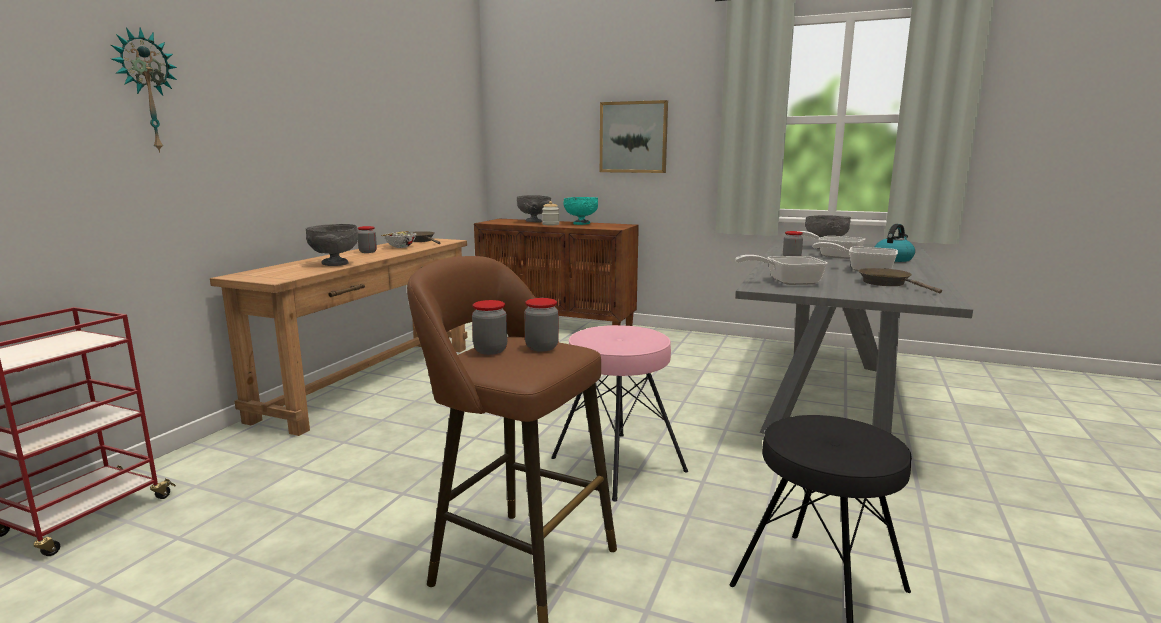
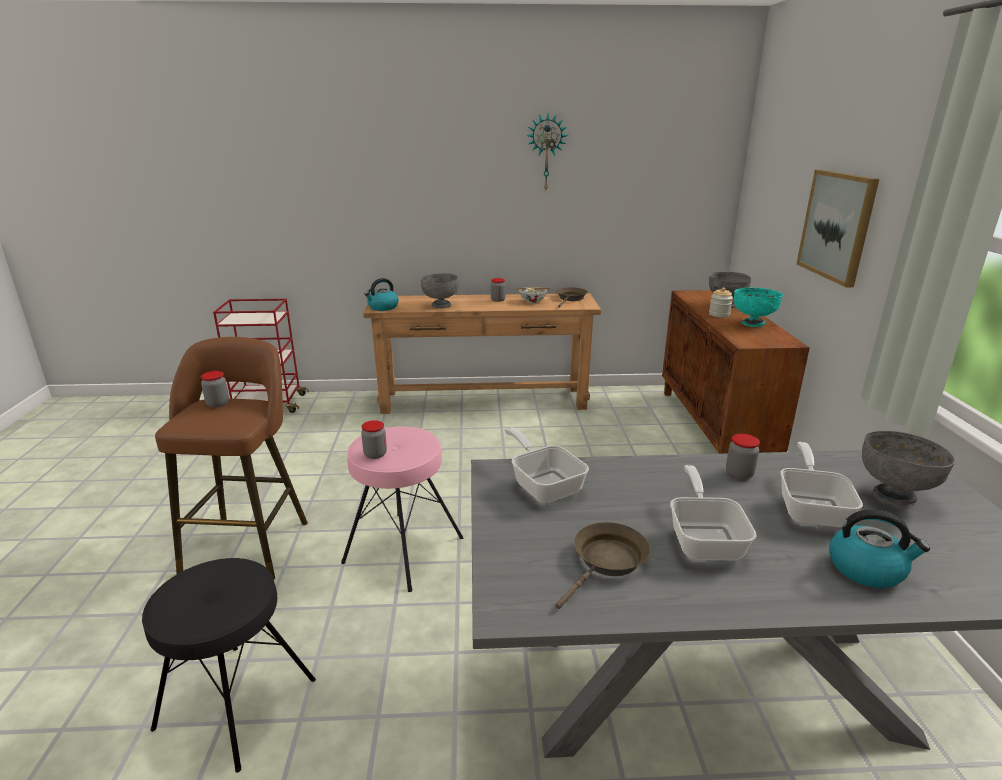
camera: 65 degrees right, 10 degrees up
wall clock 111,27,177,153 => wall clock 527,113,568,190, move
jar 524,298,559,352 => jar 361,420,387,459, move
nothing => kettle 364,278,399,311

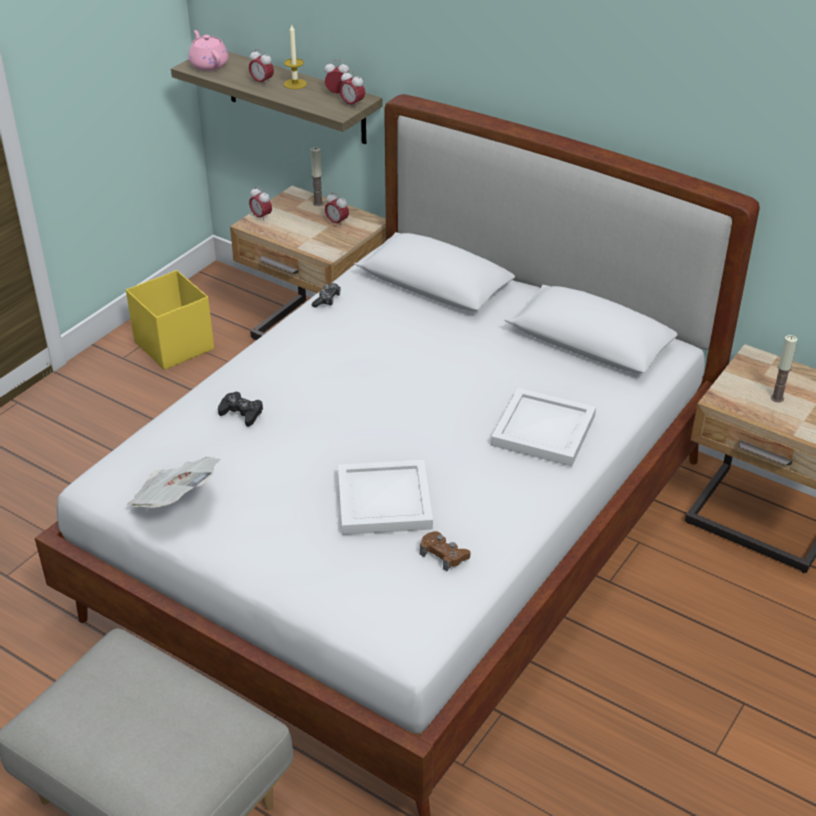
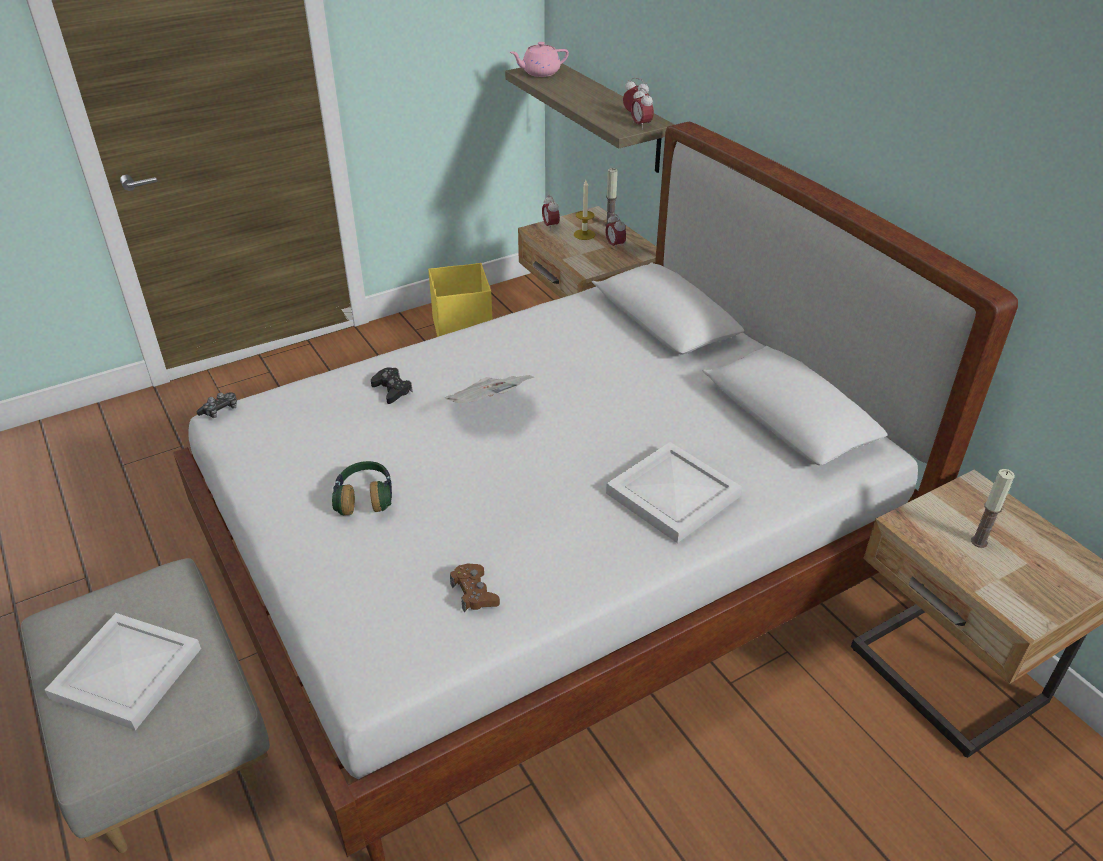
camera: 25 degrees right, 0 degrees up
newspaper 126,457,221,508 => newspaper 444,375,534,403, move
teapot (pink) 189,30,229,71 => teapot (pink) 510,42,569,77, 105 degrees counterclockwise
alarm clock 249,49,274,86 => nothing
candle 284,25,307,89 => candle 574,180,595,240, move
game controller 312,283,341,308 => game controller 197,392,237,418, move
tray (white) 338,460,433,535 => tray (white) 45,613,201,731, move
nothing => headphones 332,461,392,515

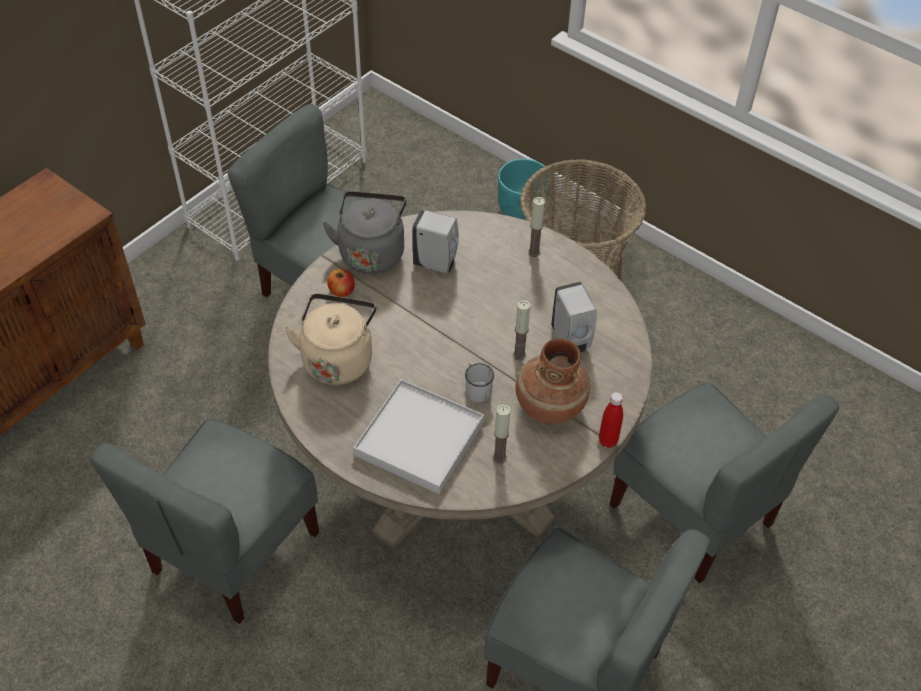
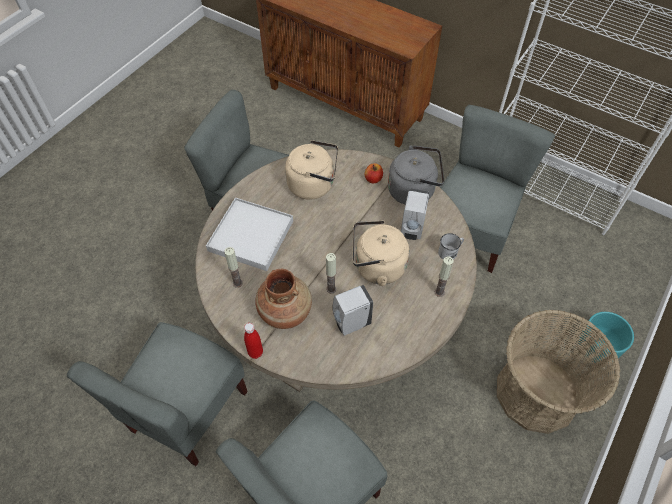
camera: 85 degrees right, 5 degrees up
mug (white) 465,362,494,402 => mug (white) 438,233,464,260, move
nothing => kettle (beige) 352,220,409,286

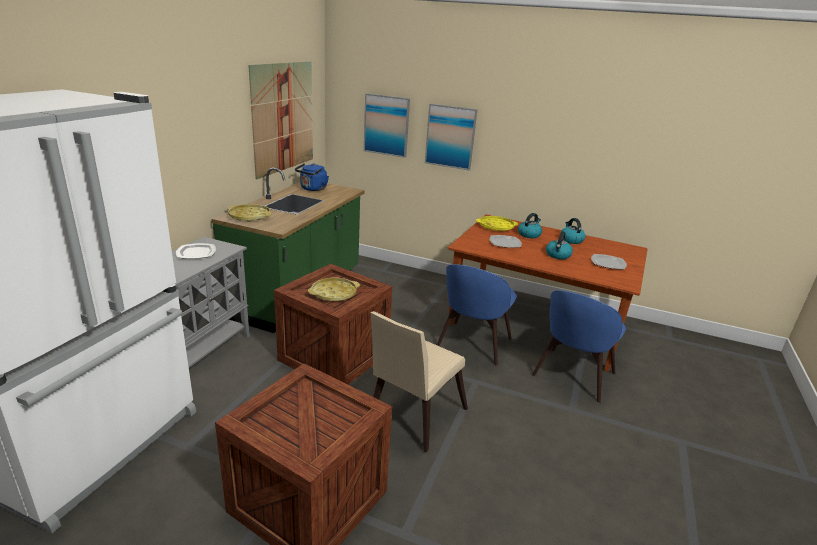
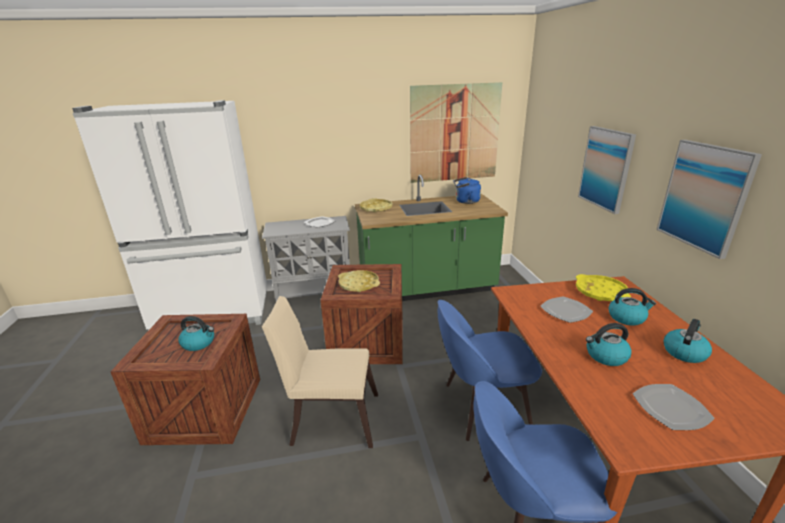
camera: 60 degrees right, 0 degrees up
picture 364,93,410,158 => picture 656,140,762,259, move
nothing => kettle 178,316,214,351

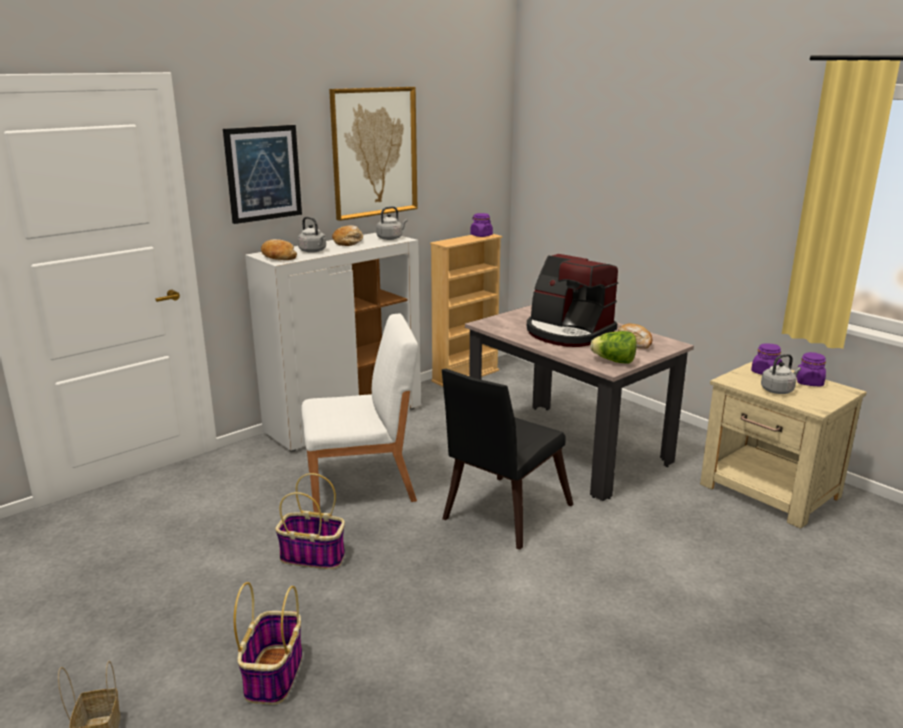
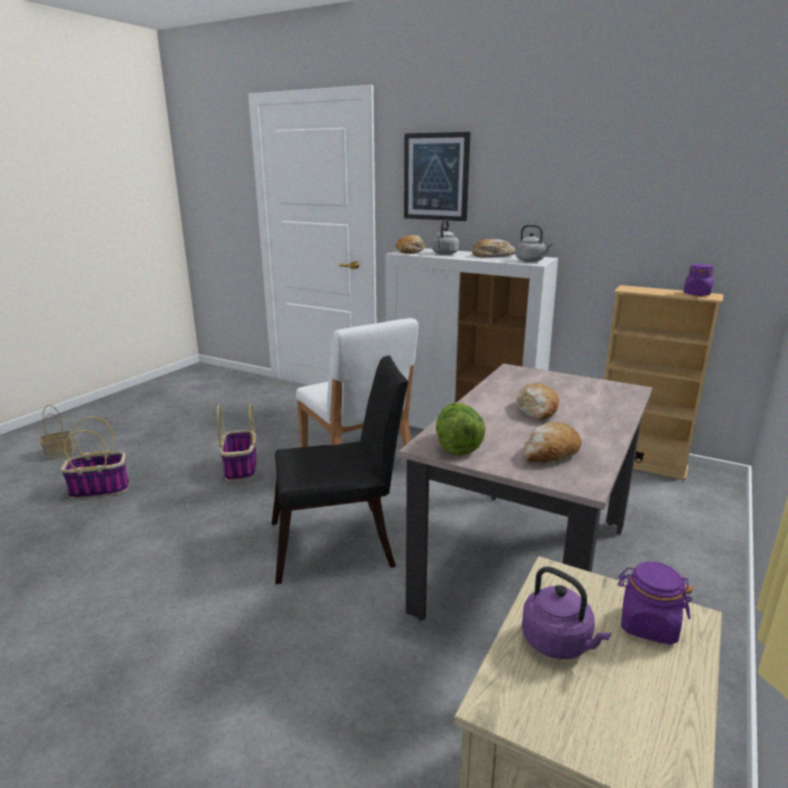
camera: 70 degrees right, 0 degrees up
picture 329,87,417,221 => nothing
chair (black) 442,369,574,550 => chair (black) 272,355,408,584, 150 degrees clockwise
coffee machine 527,254,618,347 => bread 516,384,559,420
kettle (grey) 761,354,801,394 => kettle (purple) 522,566,611,659
jar (purple) 796,352,826,386 => nothing

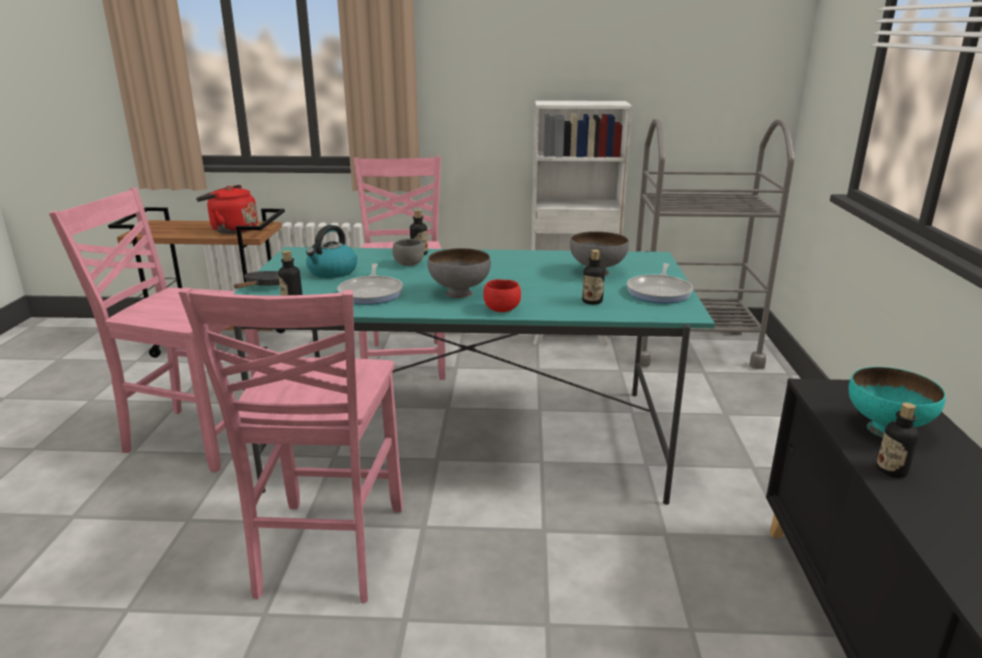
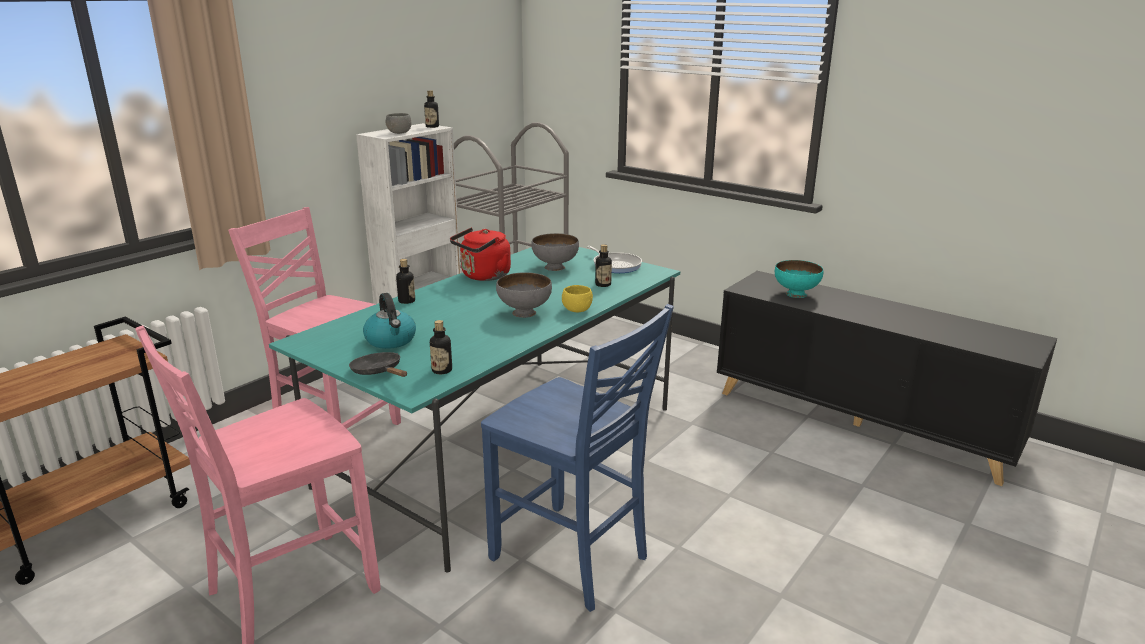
camera: 55 degrees left, 0 degrees up
chair (pink) 179,288,403,603 => chair (blue) 481,304,674,612
kettle (red) 196,185,258,234 => kettle (red) 450,227,511,281, move
frying pan 337,263,403,305 => nothing
bowl (grey) 392,239,424,266 => bowl (grey) 386,113,411,134, move
bowl (red) 483,279,521,312 => bowl (yellow) 562,285,593,312
bottle 876,402,919,478 => bottle 424,90,439,128, move

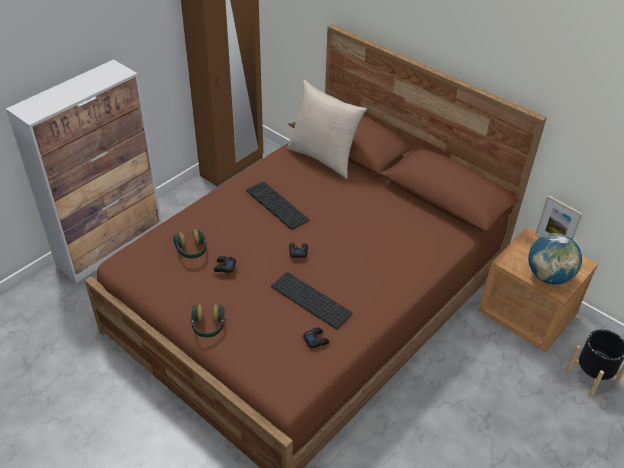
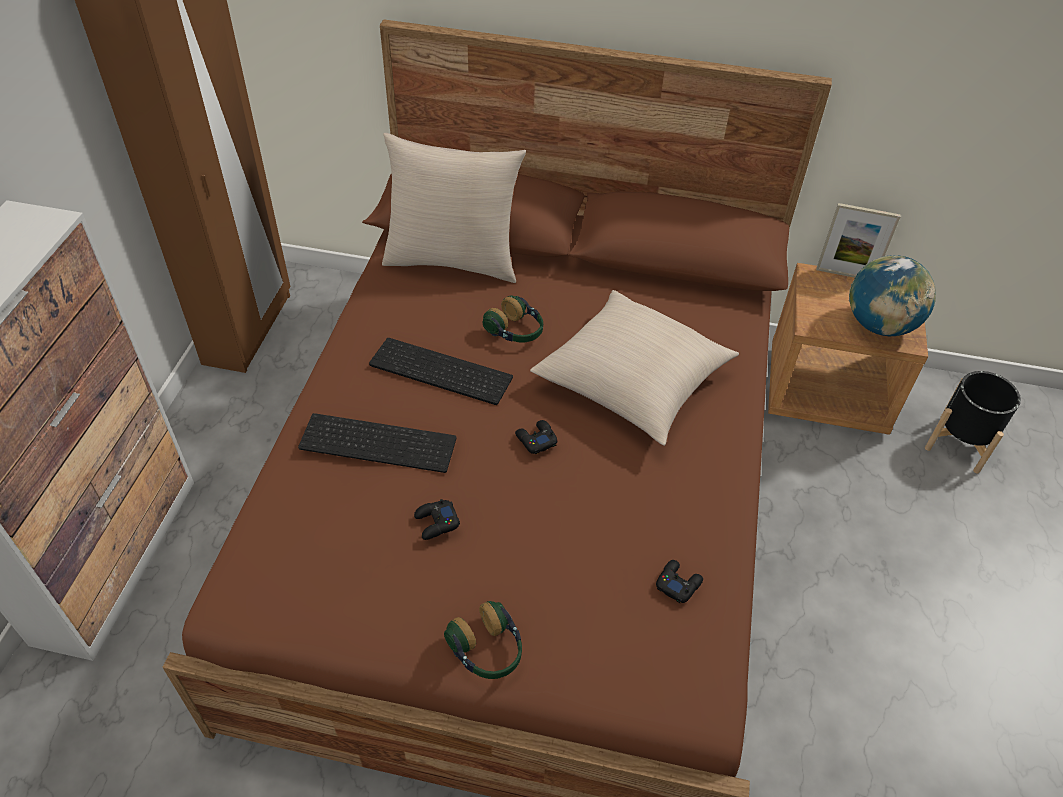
camera: 30 degrees left, 5 degrees up
headphones 173,229,206,259 => headphones 483,296,543,342, move
keyboard 271,272,353,329 => keyboard 298,413,457,473, move
nothing => pillow (beige) 530,290,739,446

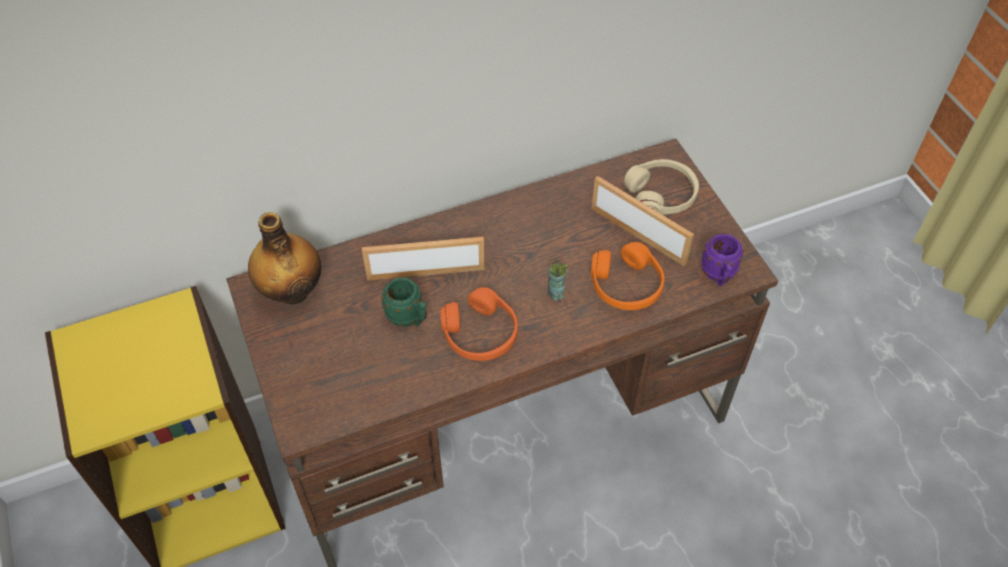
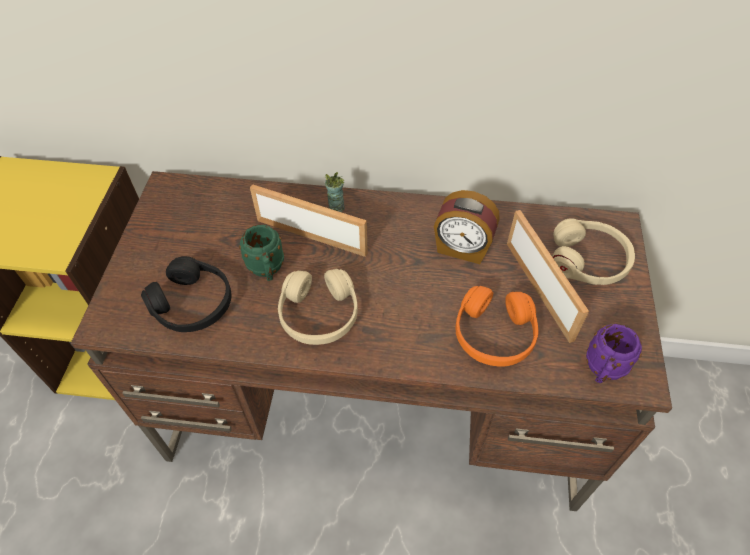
camera: 30 degrees right, 0 degrees up
bottle 248,212,321,304 => nothing
headphones (orange) 440,287,518,361 => headphones (beige) 278,269,358,345
cup 548,260,568,301 => cup 325,172,345,212, move
nothing => headphones (black) 141,256,231,332
nothing => alarm clock 434,190,500,264

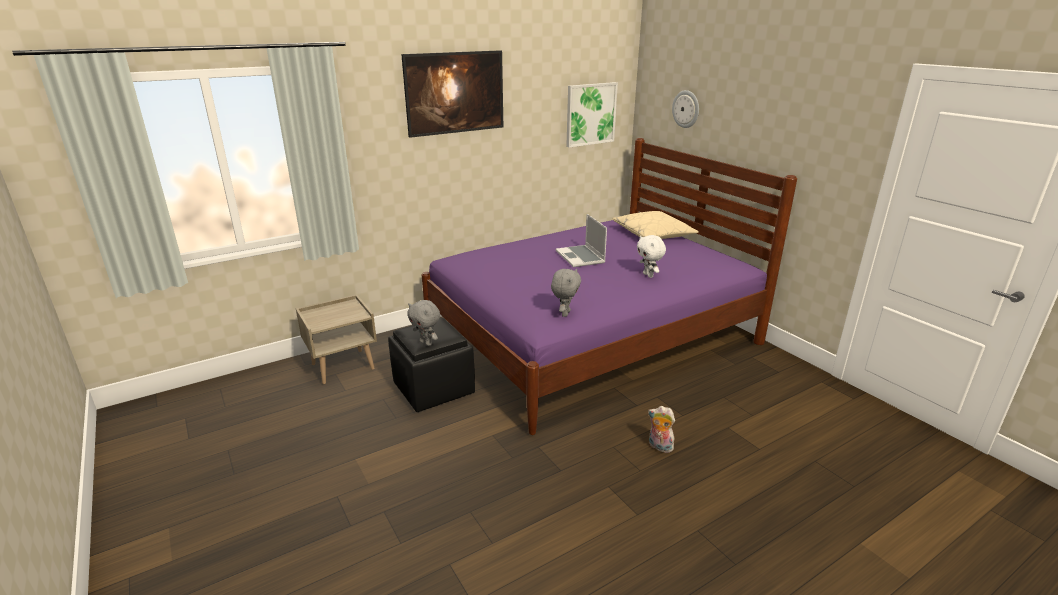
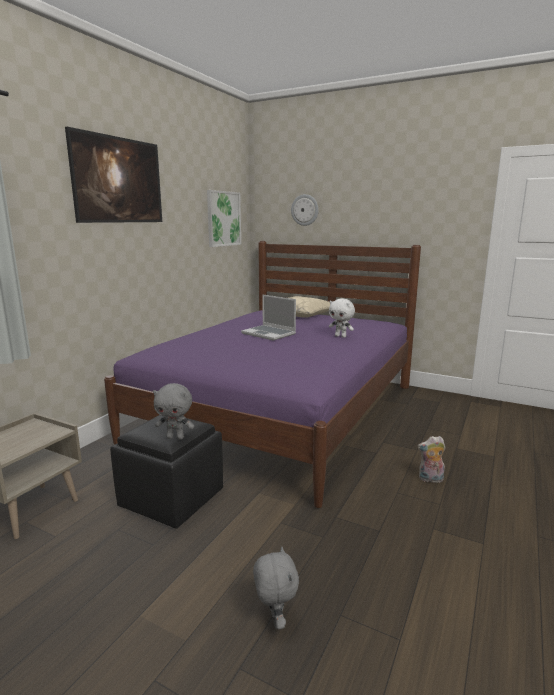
camera: 30 degrees left, 10 degrees down
plush toy (grey) 551,269,581,317 => plush toy (grey) 253,546,299,629, move

